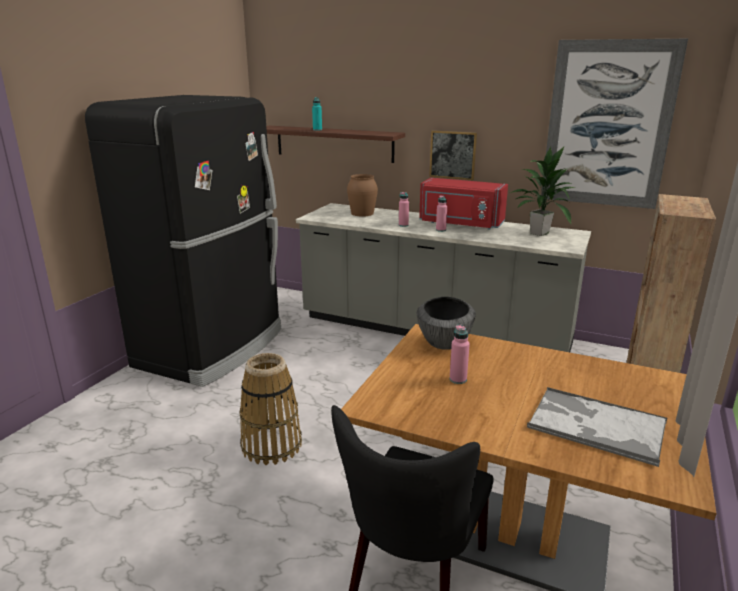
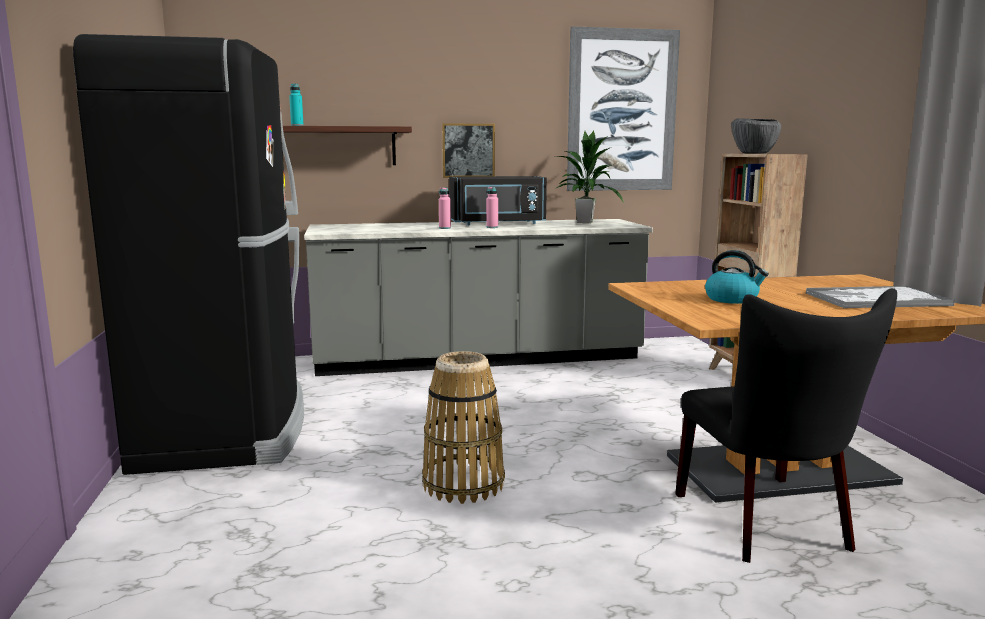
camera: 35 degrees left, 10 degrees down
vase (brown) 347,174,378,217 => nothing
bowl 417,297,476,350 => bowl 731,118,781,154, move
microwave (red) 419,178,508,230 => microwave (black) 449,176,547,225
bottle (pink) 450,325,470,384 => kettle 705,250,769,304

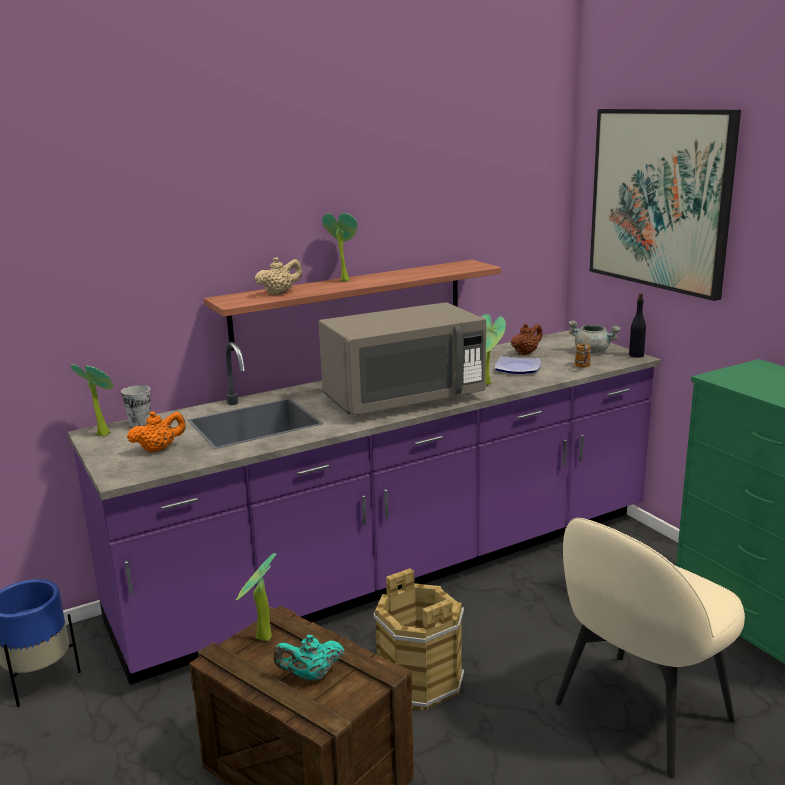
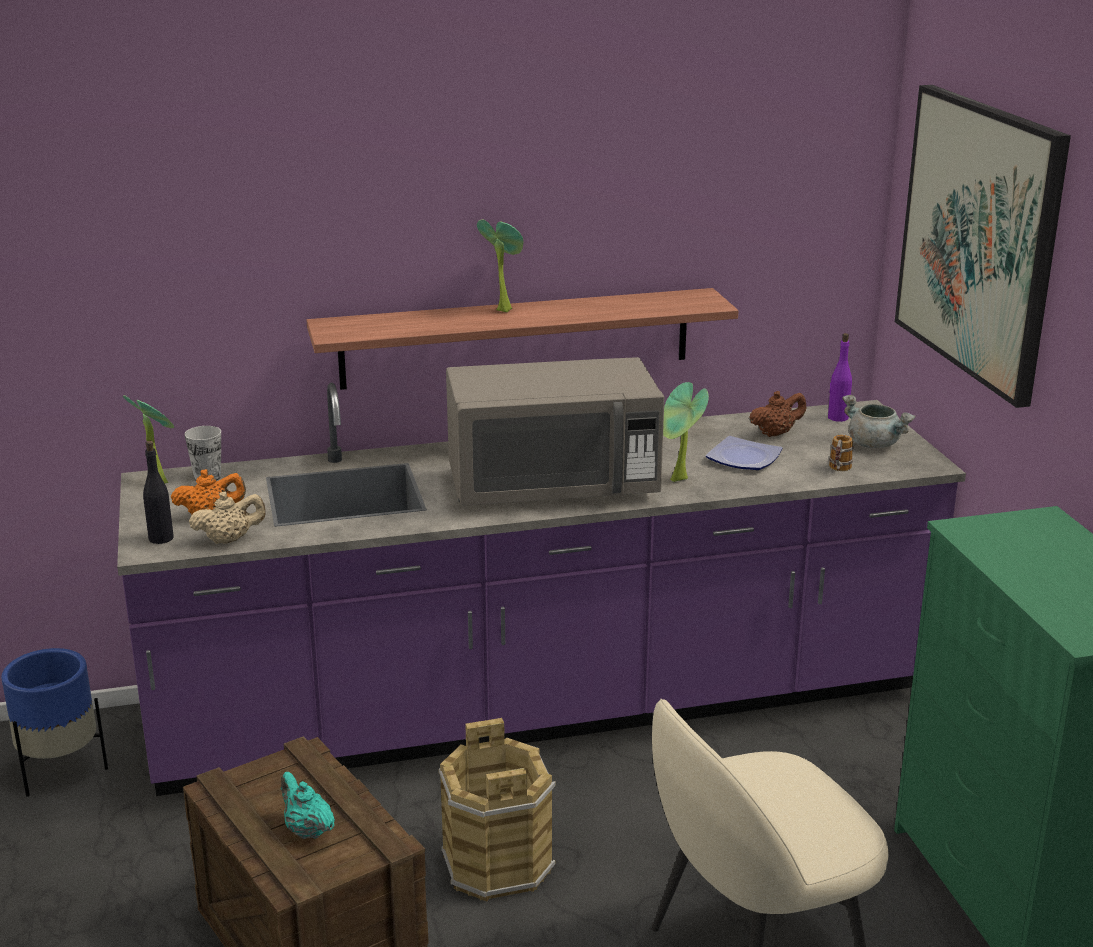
camera: 15 degrees right, 5 degrees up
potted plant 236,553,276,641 => nothing
teapot (beige) 255,257,302,295 => teapot (beige) 189,492,266,544, move
teapot (turquoise) 274,635,344,681 => teapot (turquoise) 281,772,335,839, 45 degrees clockwise
bottle (black) 629,293,646,358 => bottle (black) 143,441,174,544, move
nothing => bottle (purple) 828,333,852,422

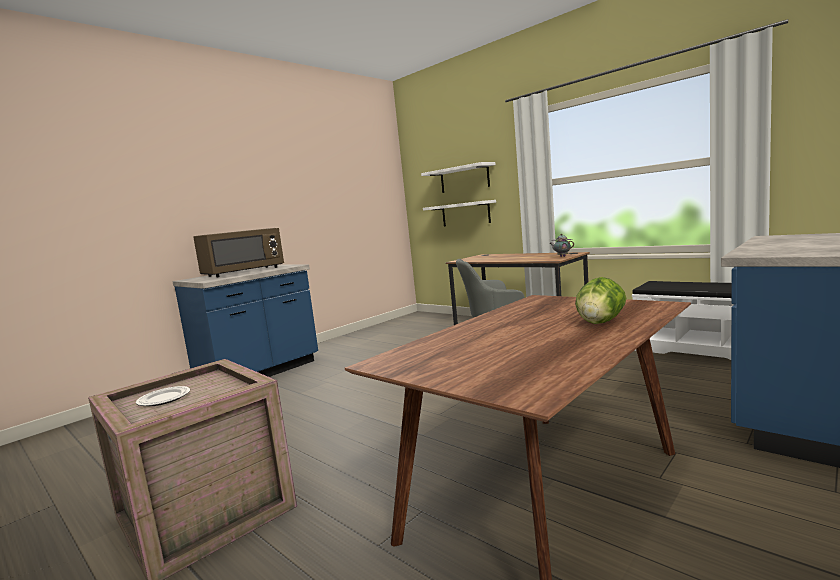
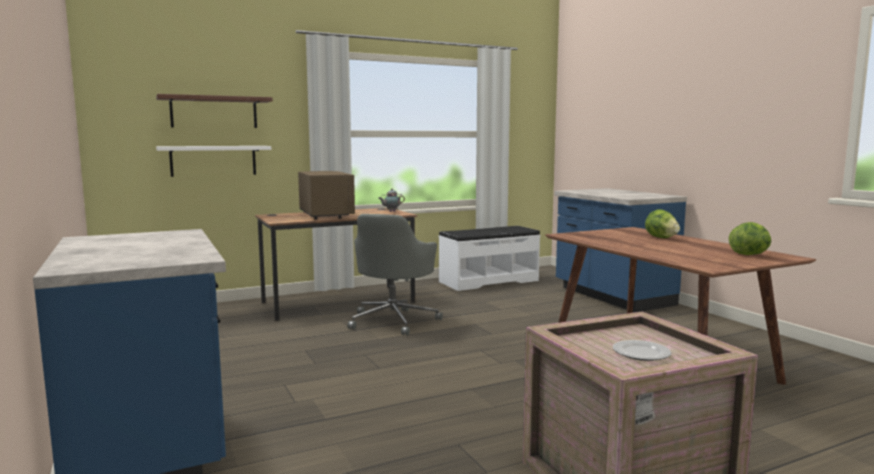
camera: 70 degrees left, 0 degrees up
microwave (brown) 193,228,284,277 => microwave (brown) 298,171,355,220, move
shelf (white) 421,162,496,193 => shelf (brown) 156,94,273,128
nothing => lettuce 729,222,771,255

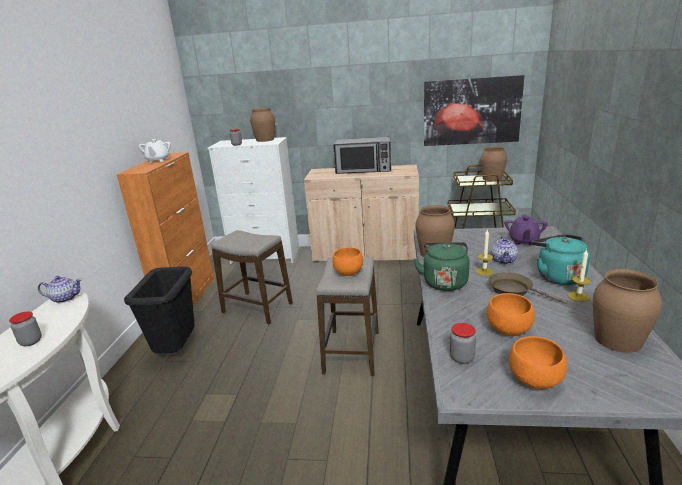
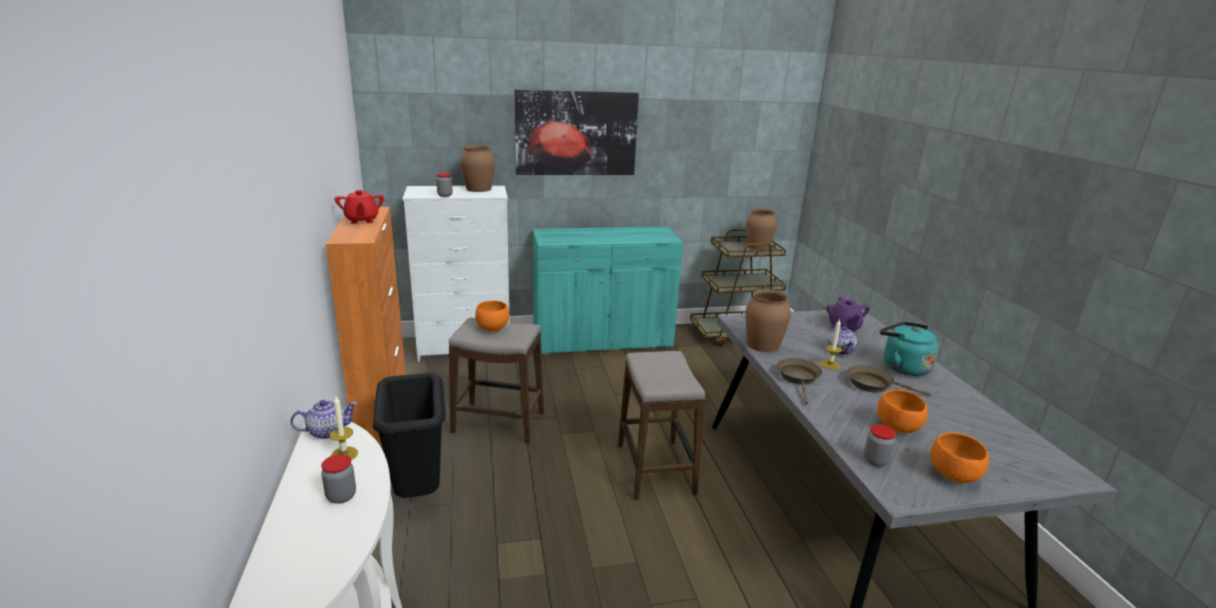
camera: 20 degrees left, 0 degrees up
teapot (white) 139,139,171,163 => teapot (red) 335,190,384,224
cabinet (beige) 304,165,419,262 => cabinet (turquoise) 533,227,683,355
bowl (orange) 332,247,363,276 => bowl (orange) 475,301,509,332, move
microwave 333,137,391,174 => nothing
kettle (green) 414,242,470,291 => frying pan (brown) 777,358,822,405
picture 424,75,524,146 => picture 515,89,639,175, move
candle 568,249,591,302 => candle 330,396,358,460, move
vase (brown) 593,269,662,353 => nothing

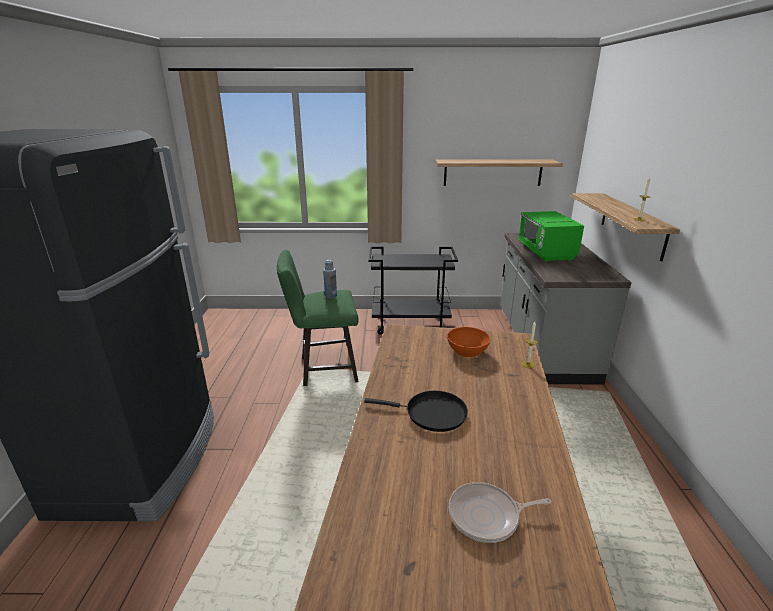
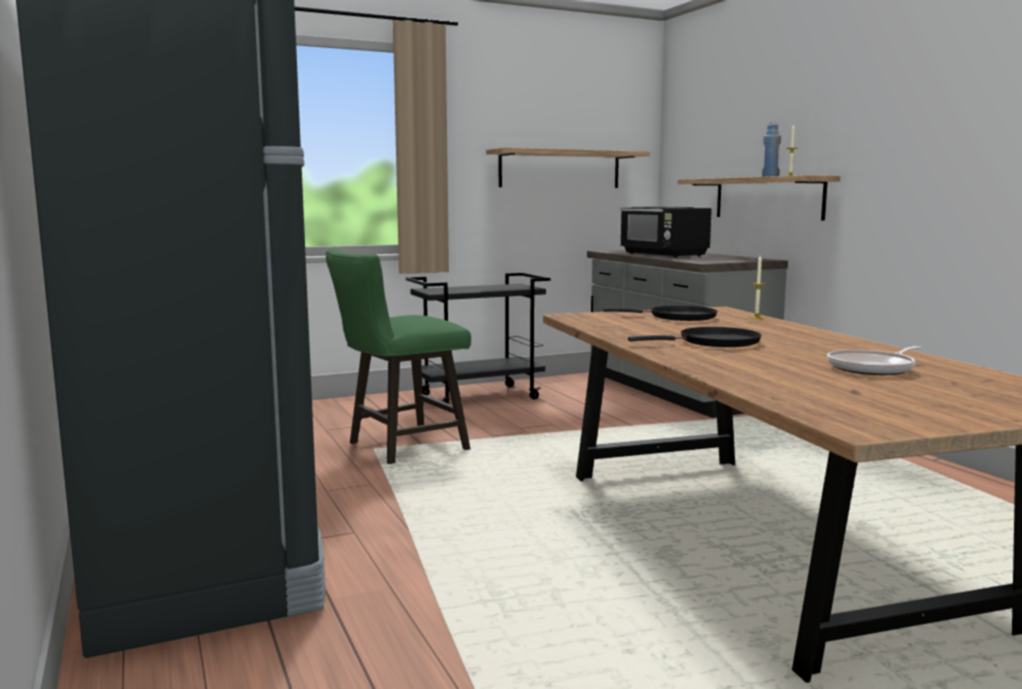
camera: 25 degrees left, 15 degrees down
bottle (blue) 323,260,337,299 => bottle (blue) 762,123,781,177, move
bowl (orange) 447,327,491,358 => frying pan (black) 603,306,718,321
microwave (green) 519,211,584,262 => microwave (black) 620,207,712,258

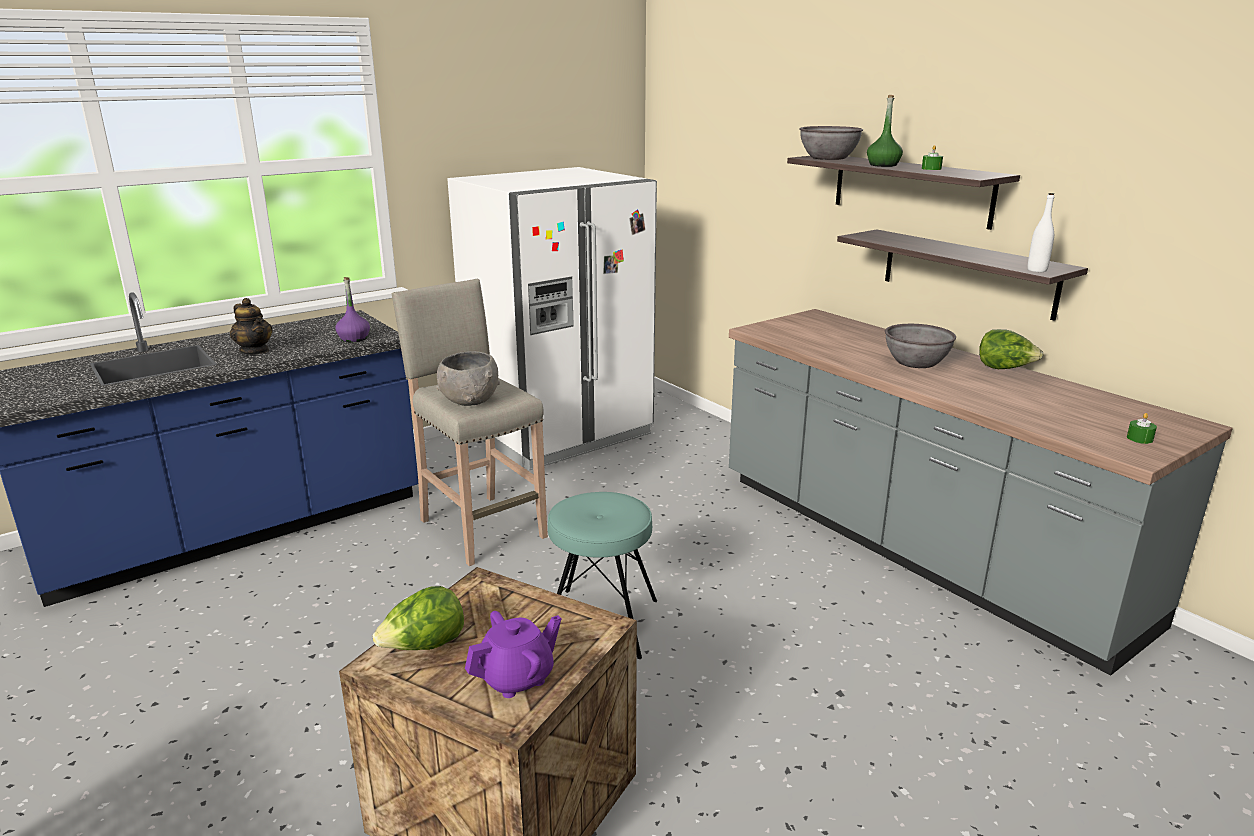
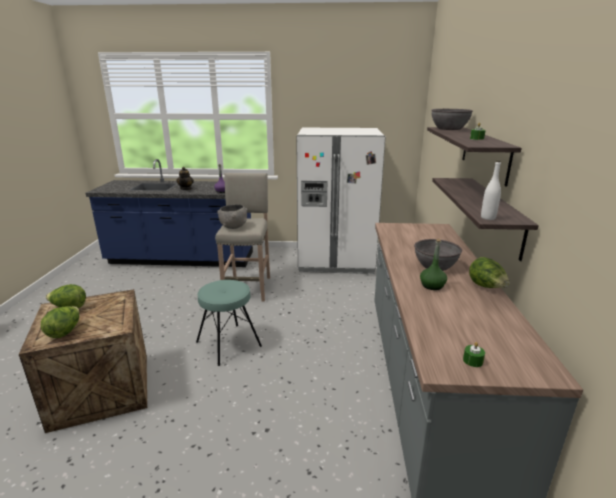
camera: 40 degrees right, 0 degrees up
teapot (purple) 465,611,561,698 => lettuce 41,306,79,338
bottle (green) 867,95,903,167 => bottle (green) 420,239,447,290, move

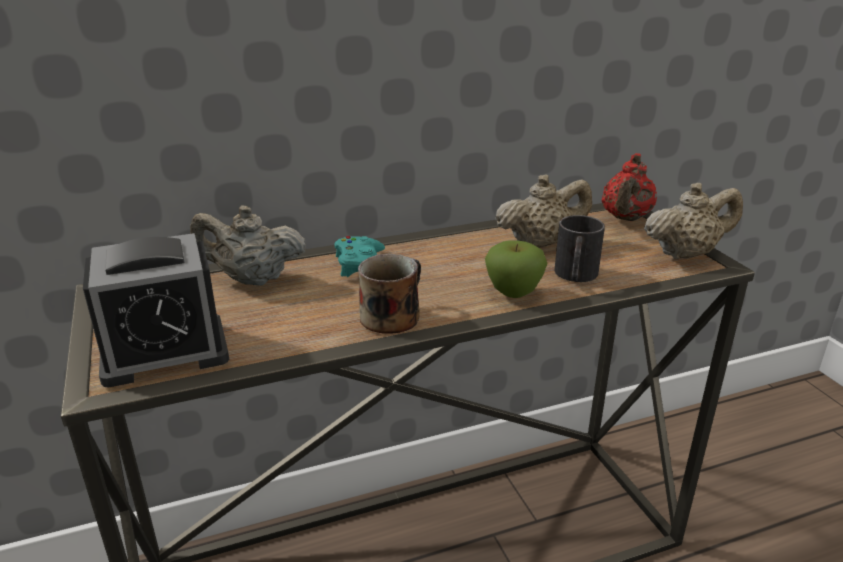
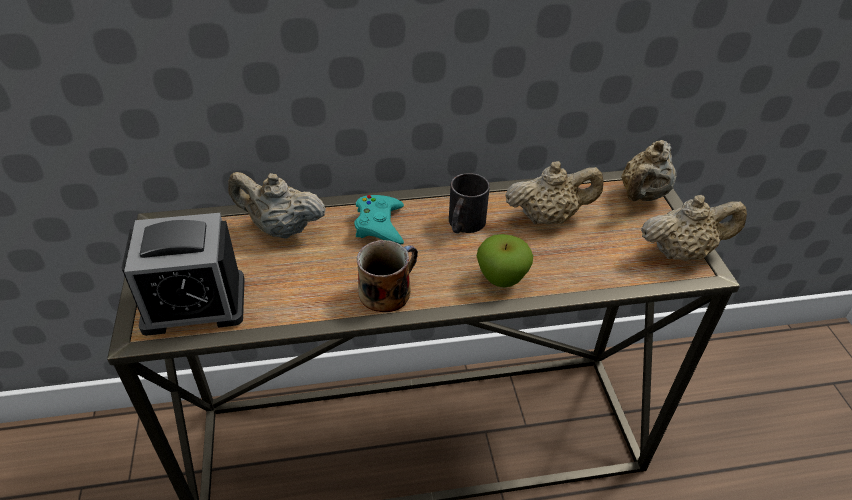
camera: 10 degrees right, 15 degrees up
mug (black) 555,215,605,282 => mug (black) 449,173,490,233, move
teapot (red) 602,153,657,221 => teapot (beige) 621,140,676,201

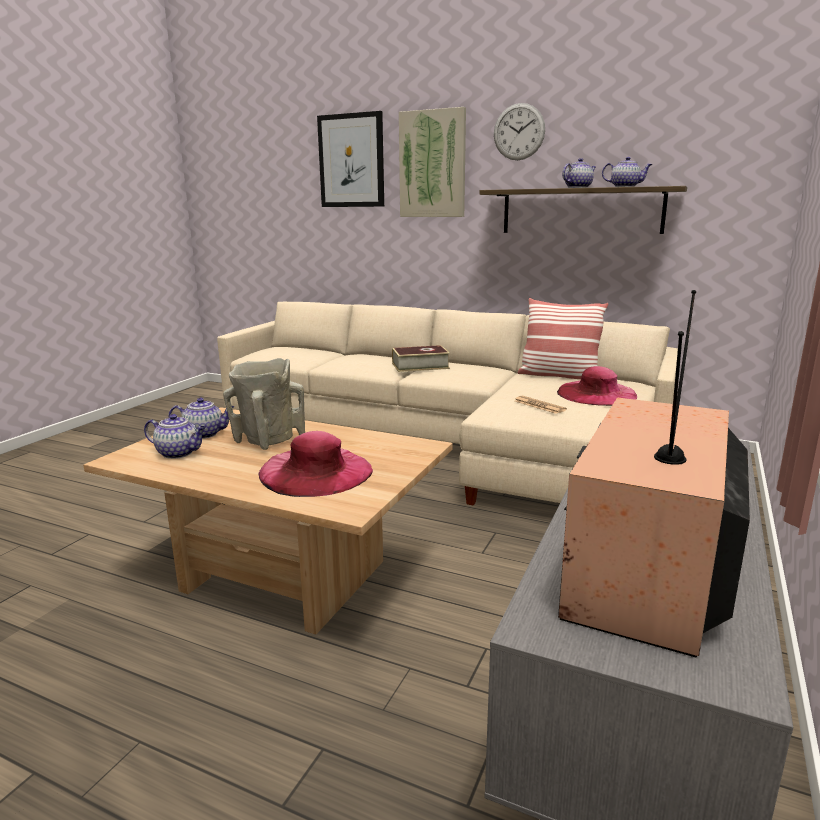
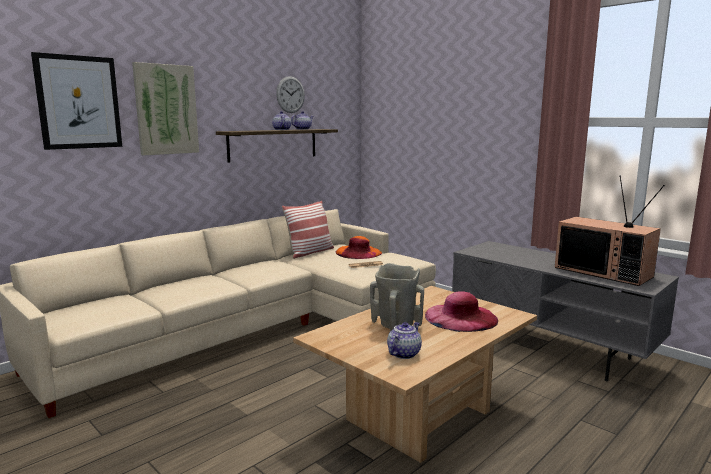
camera: 70 degrees left, 5 degrees down
teapot 168,398,234,439 => nothing
book 392,345,450,372 => nothing
wall clock 494,103,545,160 => wall clock 276,76,305,113, move
hat (pink) 557,366,637,406 => hat (orange) 335,236,382,259

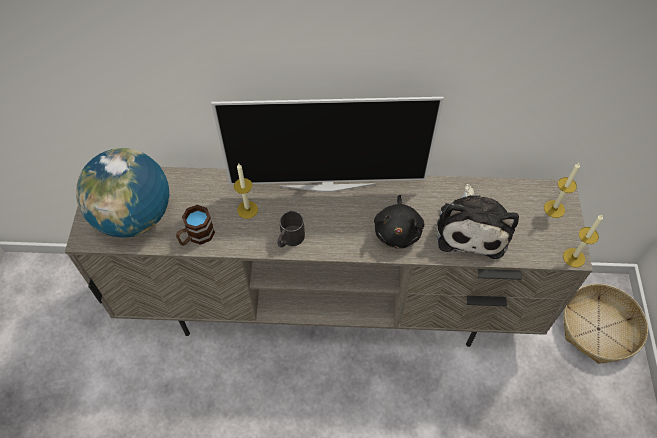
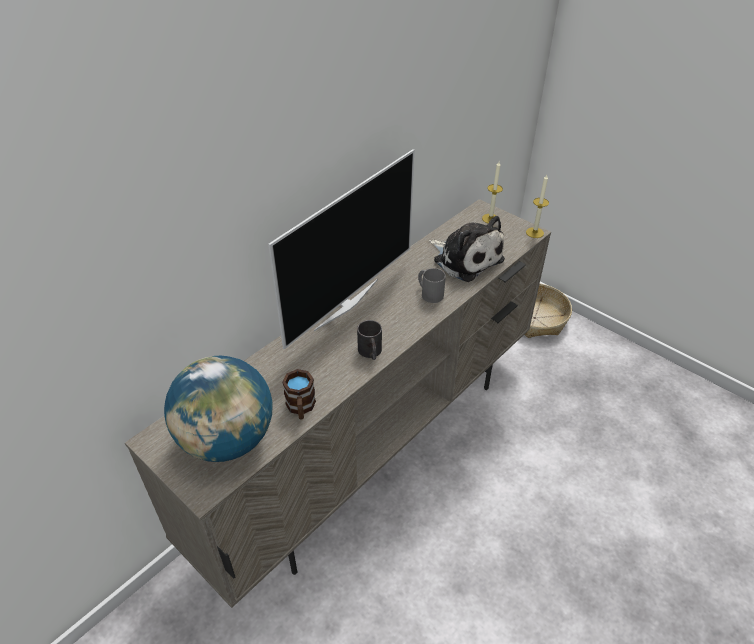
camera: 50 degrees left, 15 degrees down
candle 234,164,258,219 => nothing
plush toy (black) 374,195,424,248 => mug (grey) 418,268,446,303

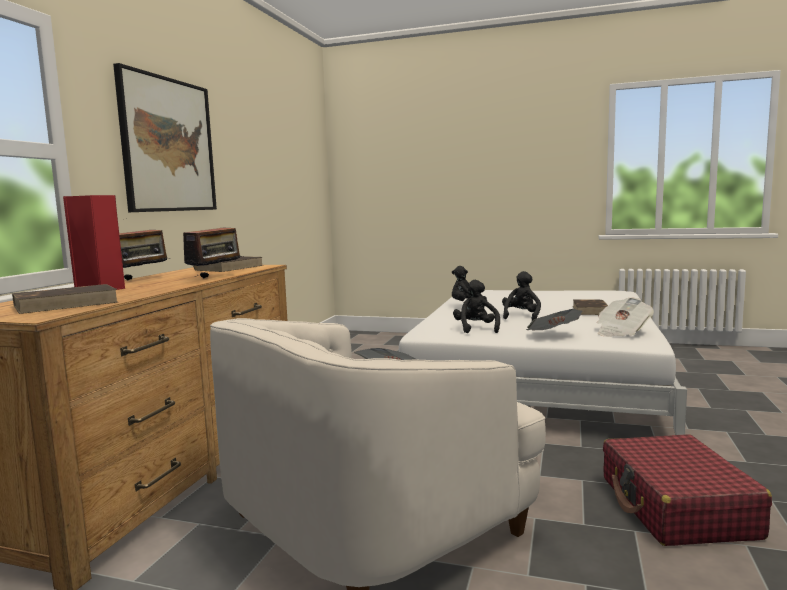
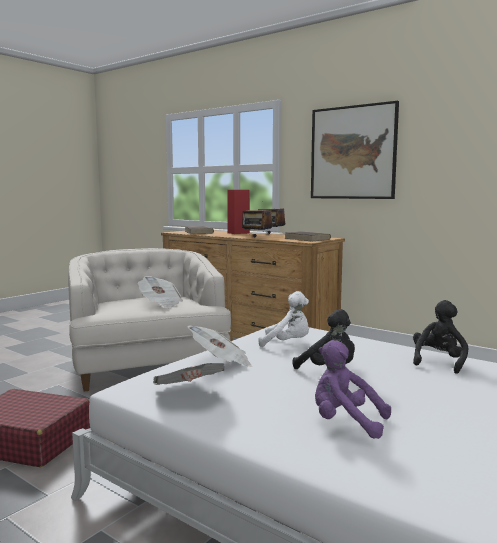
camera: 110 degrees right, 0 degrees up
plush toy (black) 453,280,500,333 => plush toy (white) 259,291,309,347
book (brown) 573,299,608,315 => plush toy (purple) 315,340,391,439

